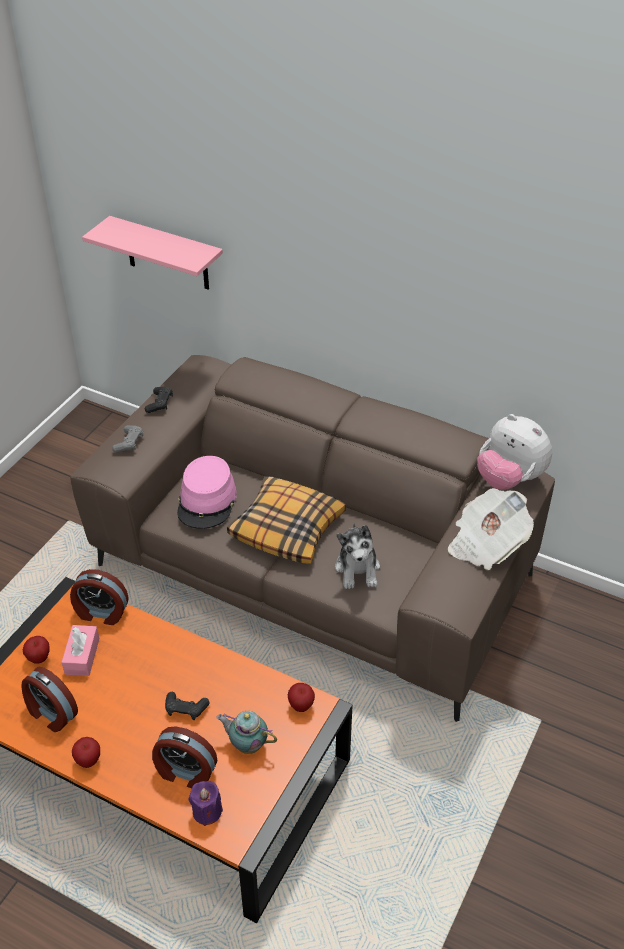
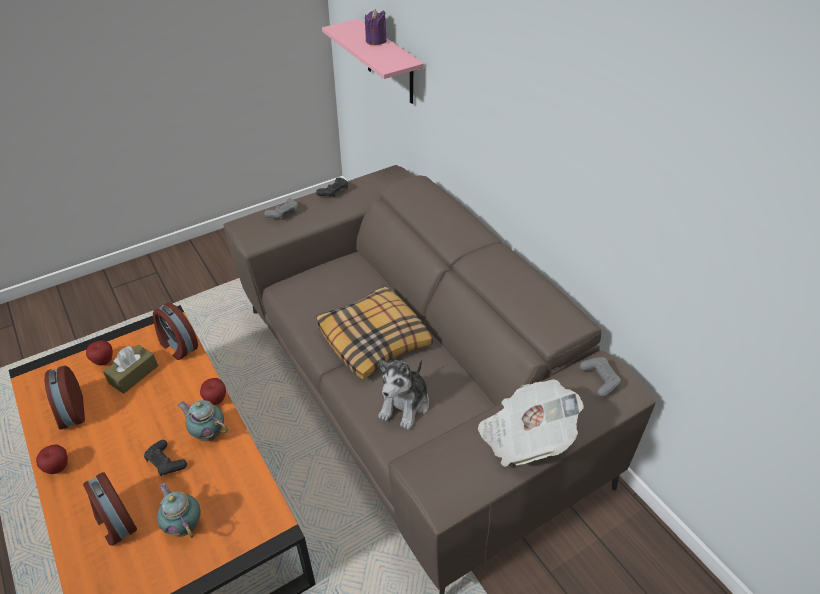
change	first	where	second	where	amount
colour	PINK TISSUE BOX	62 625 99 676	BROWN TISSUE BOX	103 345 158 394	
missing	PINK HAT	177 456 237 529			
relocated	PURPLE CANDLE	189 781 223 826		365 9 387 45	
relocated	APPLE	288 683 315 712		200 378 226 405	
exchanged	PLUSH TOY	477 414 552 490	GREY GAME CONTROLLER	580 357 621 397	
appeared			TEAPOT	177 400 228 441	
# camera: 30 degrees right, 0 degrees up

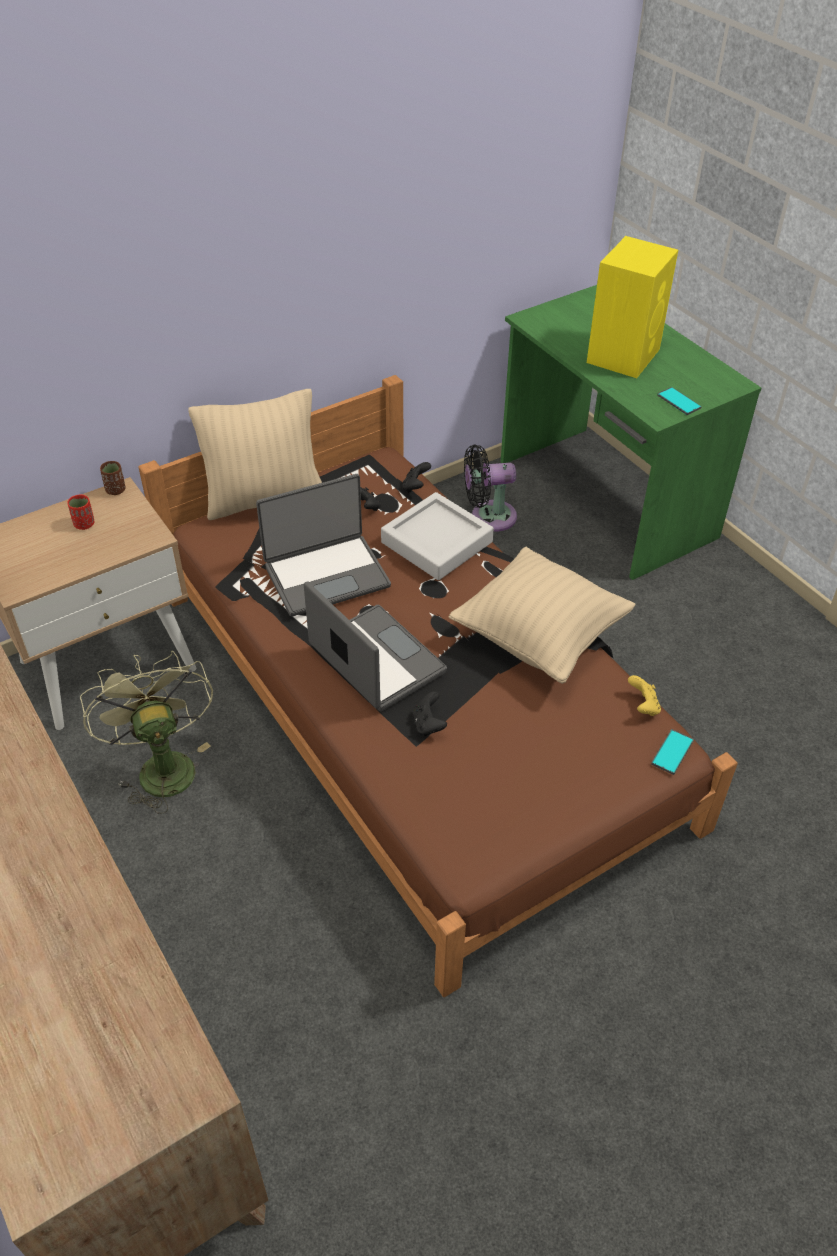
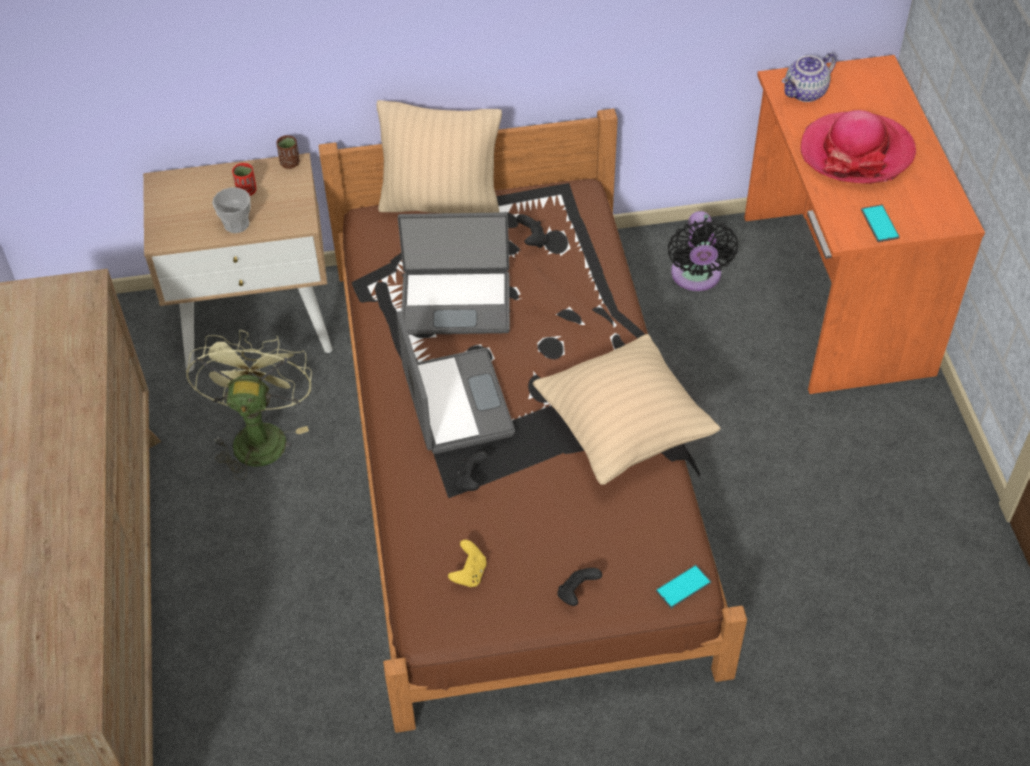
change	first	where	second	where	amount
missing	GREY TRAY	381 492 494 580			
relocated	BLACK GAME CONTROLLER	402 462 431 493		557 568 602 606	
spun	BLACK FAN	464 444 517 532		668 211 738 291	105 degrees counterclockwise
colour	GREEN DESK	500 285 761 580	ORANGE DESK	744 55 985 394	
exchanged	YELLOW SPEAKER	587 236 678 378	HAT	800 110 916 184	
relocated	YELLOW GAME CONTROLLER	628 675 661 716		448 540 487 587	
appeared			CUP	212 187 251 233	
appeared			TEAPOT	782 53 836 102	
# camera: 25 degrees right, 5 degrees up

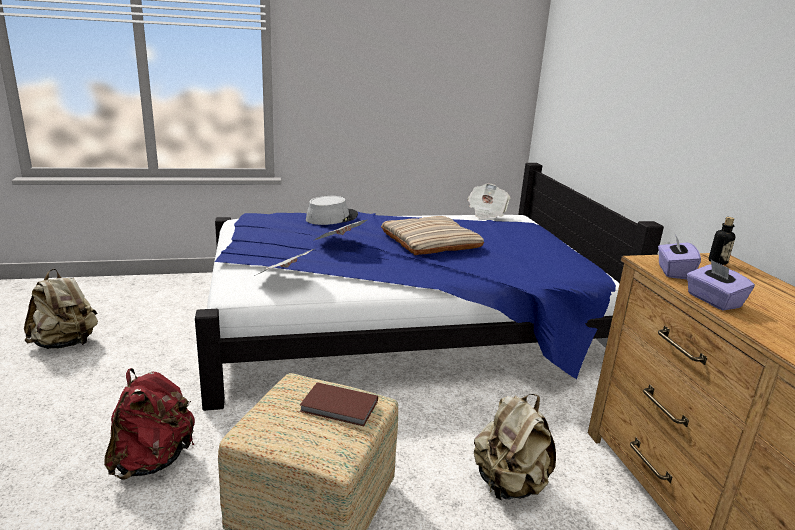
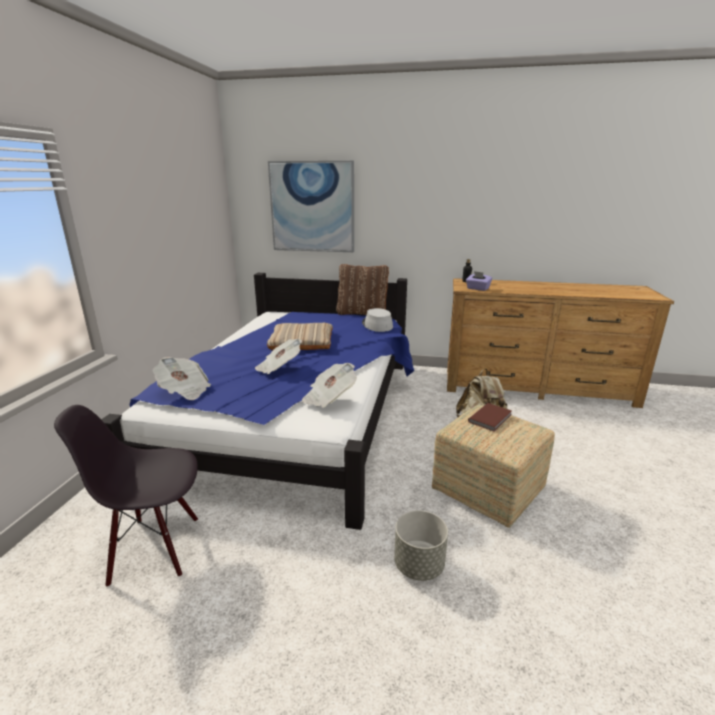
change	first	where	second	where	amount
missing	BEIGE BACKPACK	24 269 98 349			
exchanged	RED BACKPACK	104 368 195 480	GREY PLANTER	394 510 448 581	
relocated	GREY HAT	306 196 358 225		362 308 393 332	
relocated	NEWSPAPER	468 183 510 219		153 357 211 400	
missing	PURPLE TISSUE BOX	686 260 755 311			
appeared			BLACK CHAIR	54 405 198 587	
appeared			PICTURE	268 161 354 252	
appeared			BROWN PILLOW	336 264 389 315	
# camera: 65 degrees left, 0 degrees up

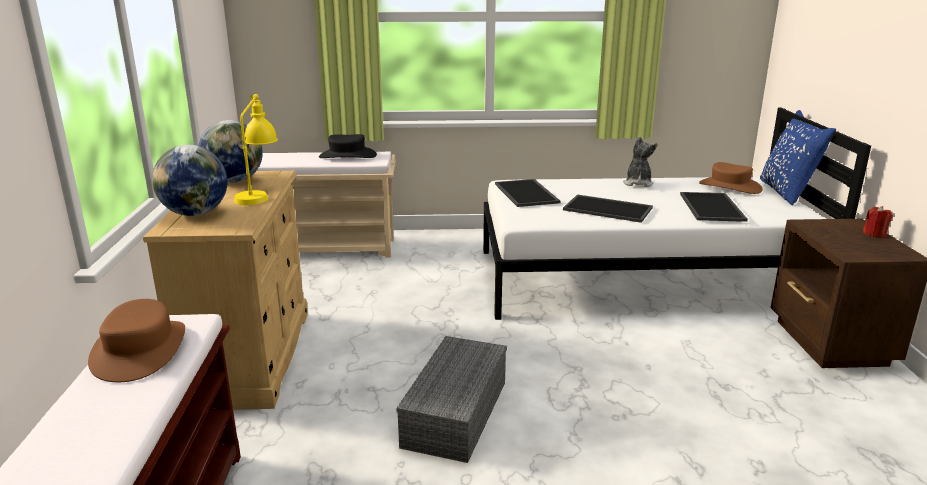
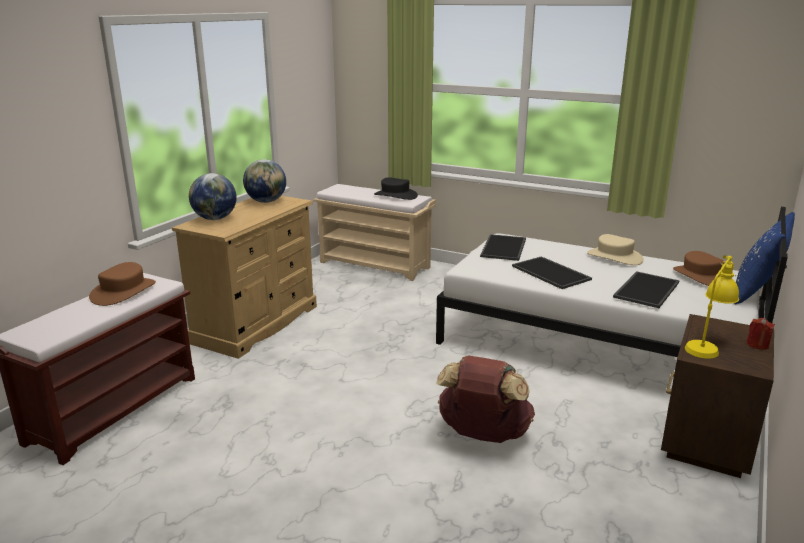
change	first	where	second	where	amount
relocated	YELLOW TABLE LAMP	234 94 278 205		685 255 739 359	
missing	GREY STORAGE BOX	396 336 507 463			
exchanged	PLUSH TOY	623 136 658 187	BEIGE HAT	587 234 644 265	
appeared			BROWN BACKPACK	436 355 535 443	
# camera: 30 degrees right, 0 degrees up

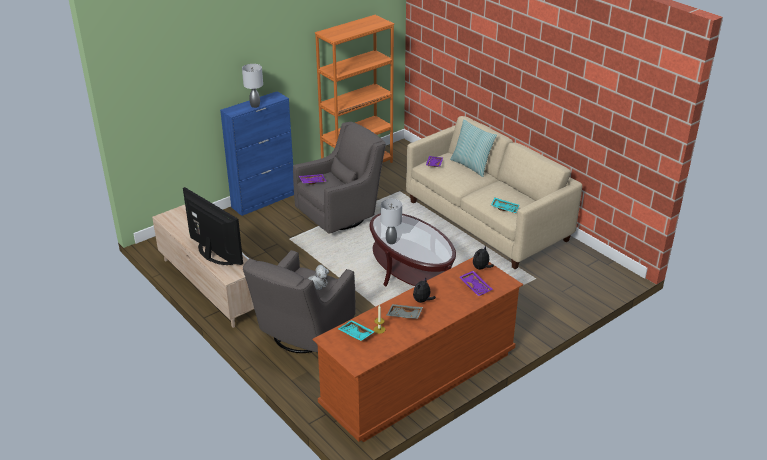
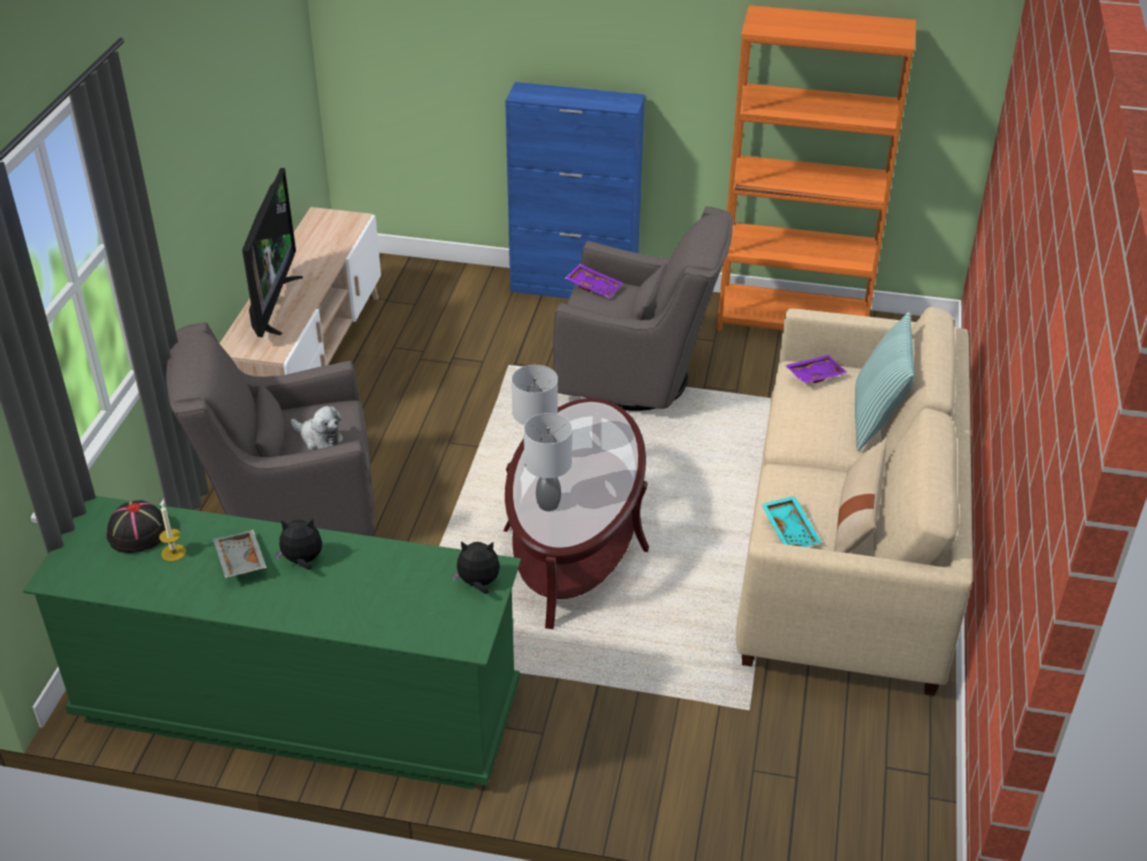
change	first	where	second	where	amount
relocated	GREY TABLE LAMP	242 64 263 108		524 413 572 511	
colour	BROWN DRESSER	313 257 523 442	GREEN DRESSER	23 496 521 789	
exchanged	TURQUOISE TRAY	338 320 375 341	BLACK HAT	106 500 166 553	
missing	PURPLE TRAY	459 271 493 296			
appeared			BEIGE PILLOW	834 438 887 553	
# camera: 50 degrees right, 5 degrees up

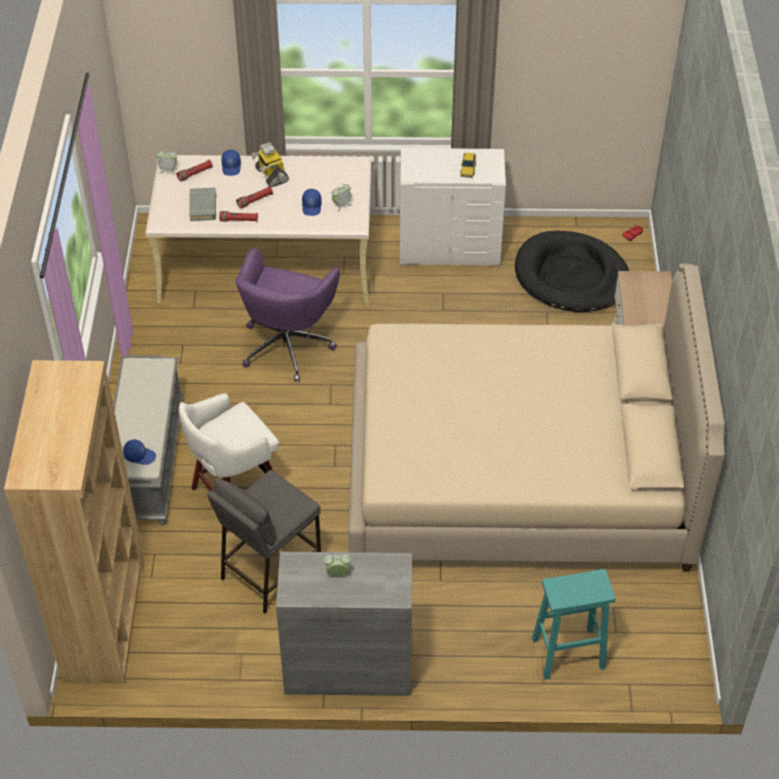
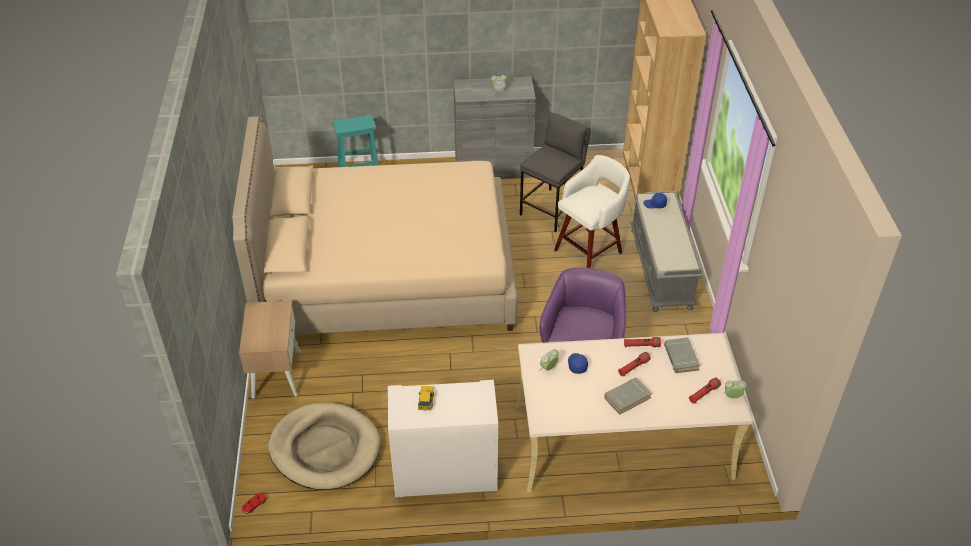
change	first	where	second	where	amount
missing	BLUE CAP	221 150 241 176			
exchanged	TOY ROBOT	251 142 289 187	GREY BOOK	604 377 652 415	
colour	BLACK DOG BED	515 231 629 312	BEIGE DOG BED	268 403 380 490	
# camera: 175 degrees right, 5 degrees down

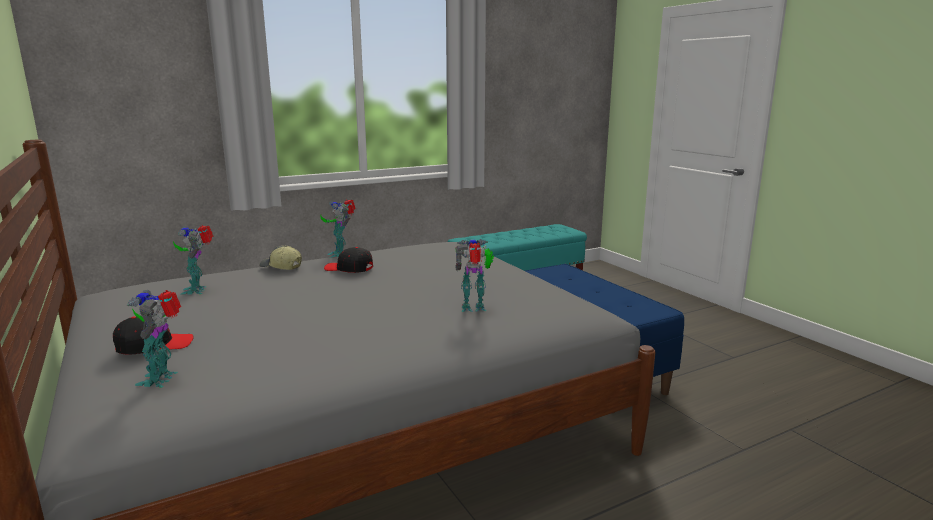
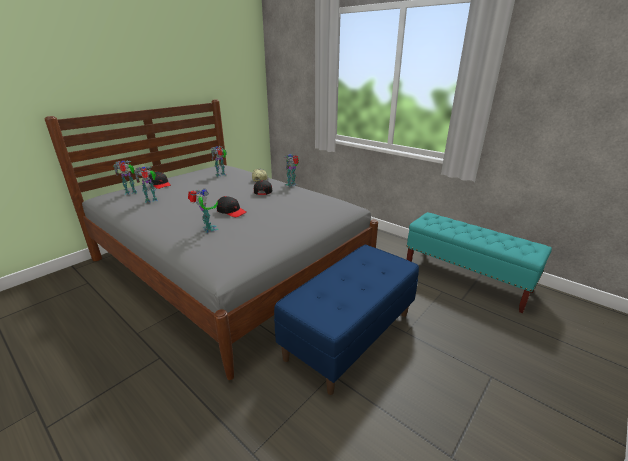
change	first	where	second	where	amount
appeared			TOY ROBOT	134 166 158 203	
appeared			BLACK CAP	217 196 247 217	
# camera: 70 degrees right, 10 degrees up

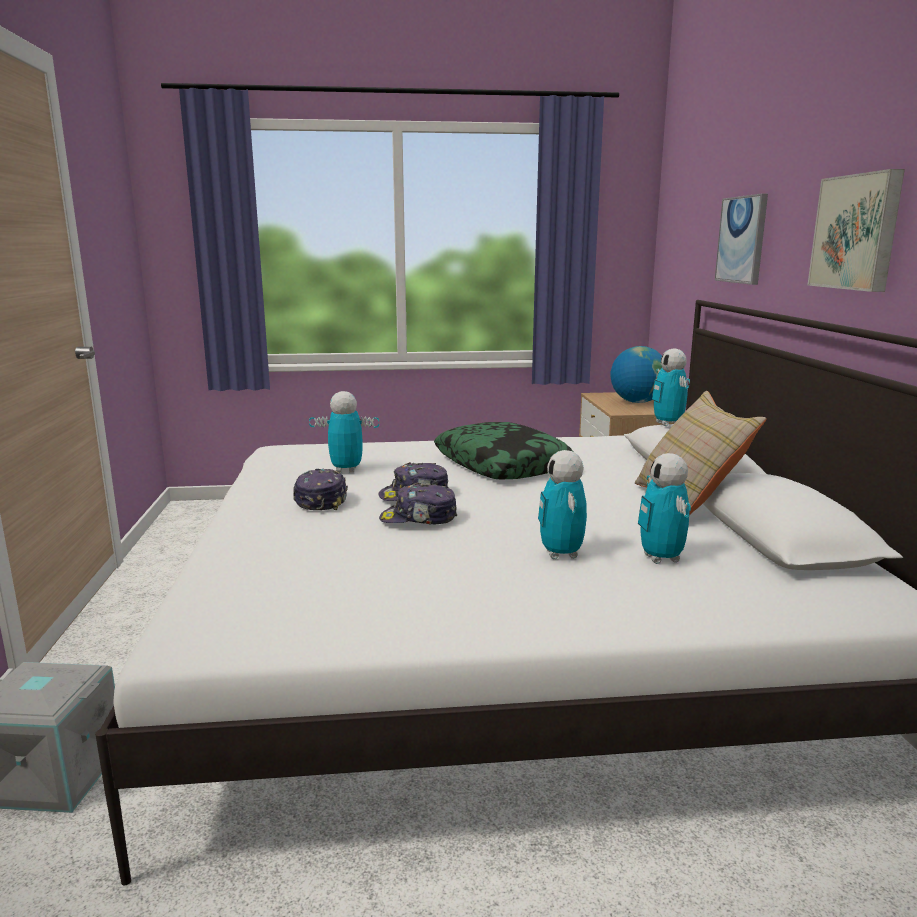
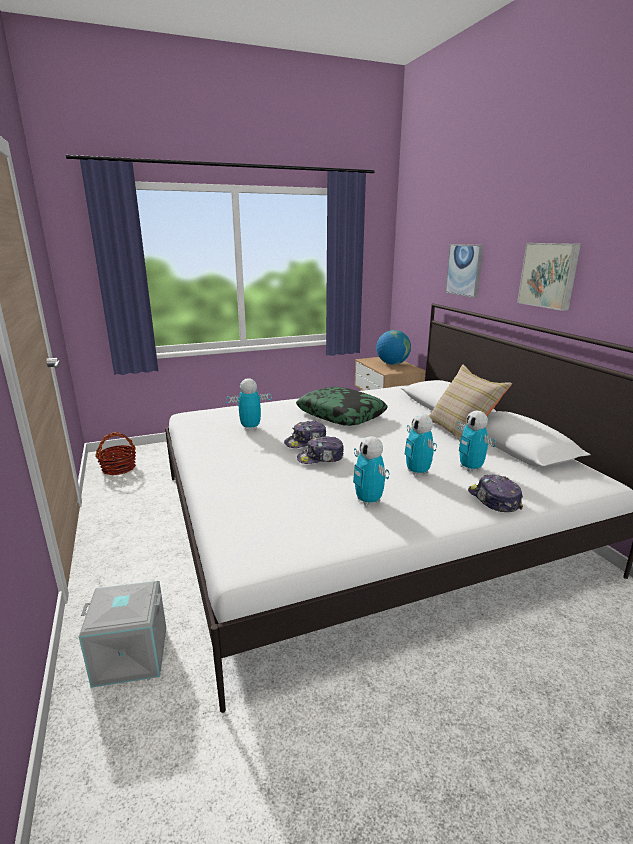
change	first	where	second	where	amount
relocated	CAP	293 469 348 510		468 475 523 512	
relocated	TOY ROBOT	652 348 690 426		353 436 390 506	
appeared			BASKET	95 432 136 475	
# camera: 15 degrees left, 5 degrees up

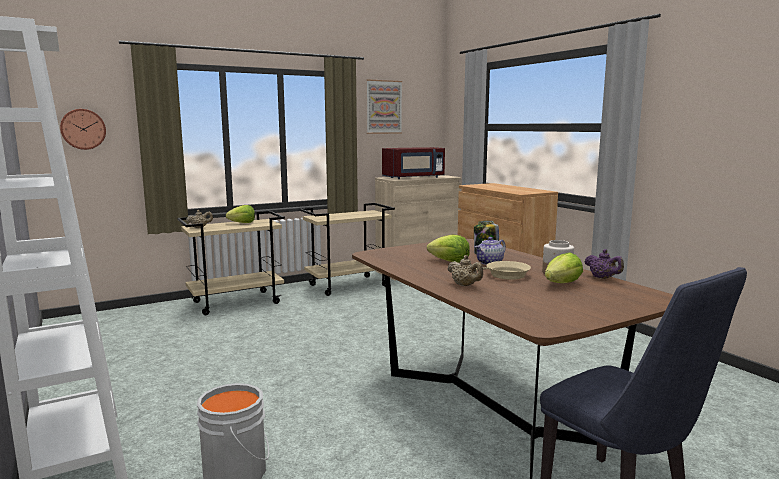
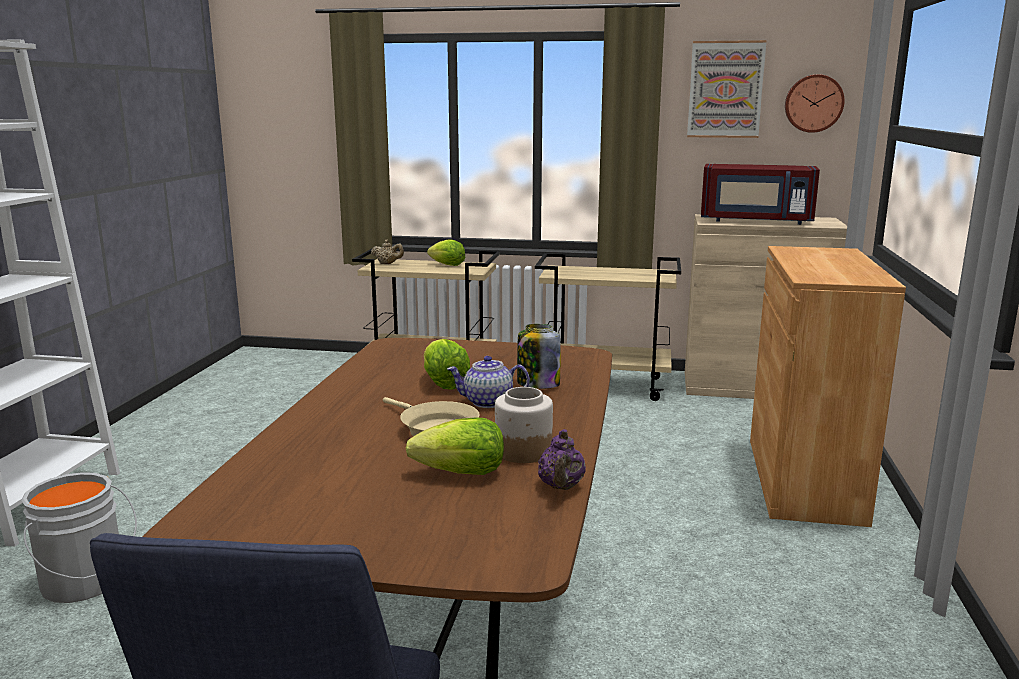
change	first	where	second	where	amount
relocated	WALL CLOCK	60 109 106 150		785 74 845 133	
missing	BEIGE TEAPOT	447 255 483 286			
# camera: 40 degrees right, 5 degrees up

